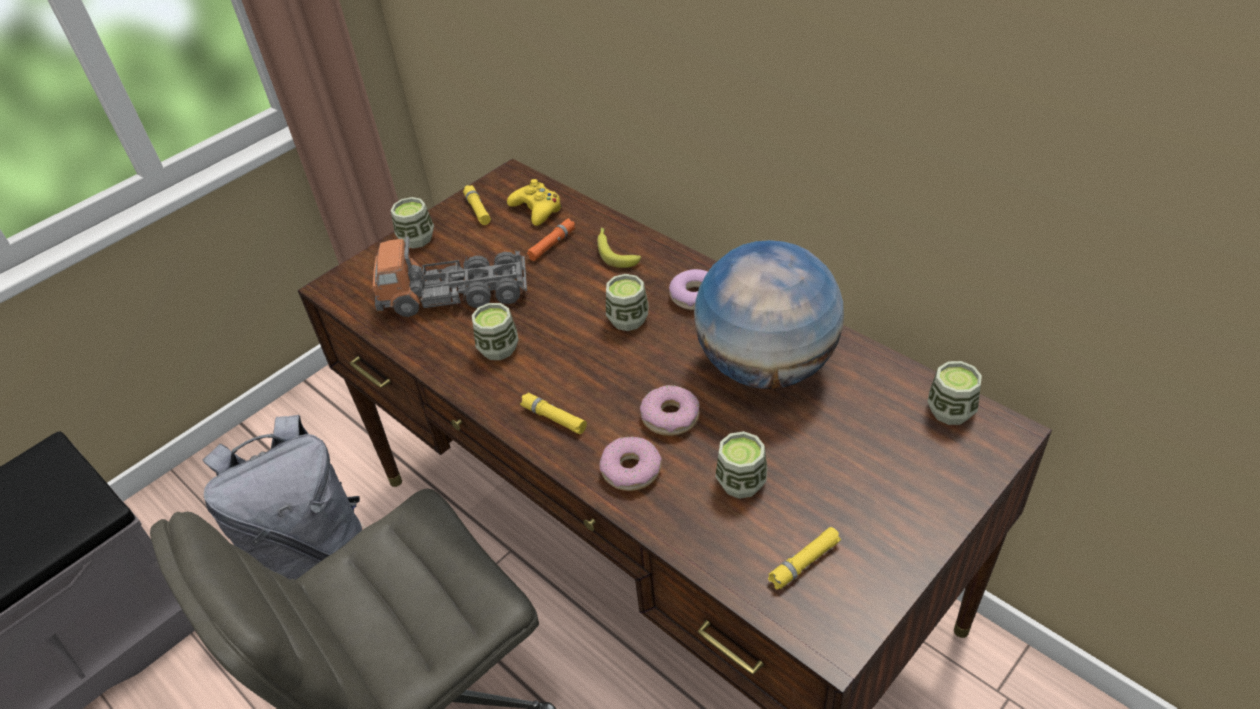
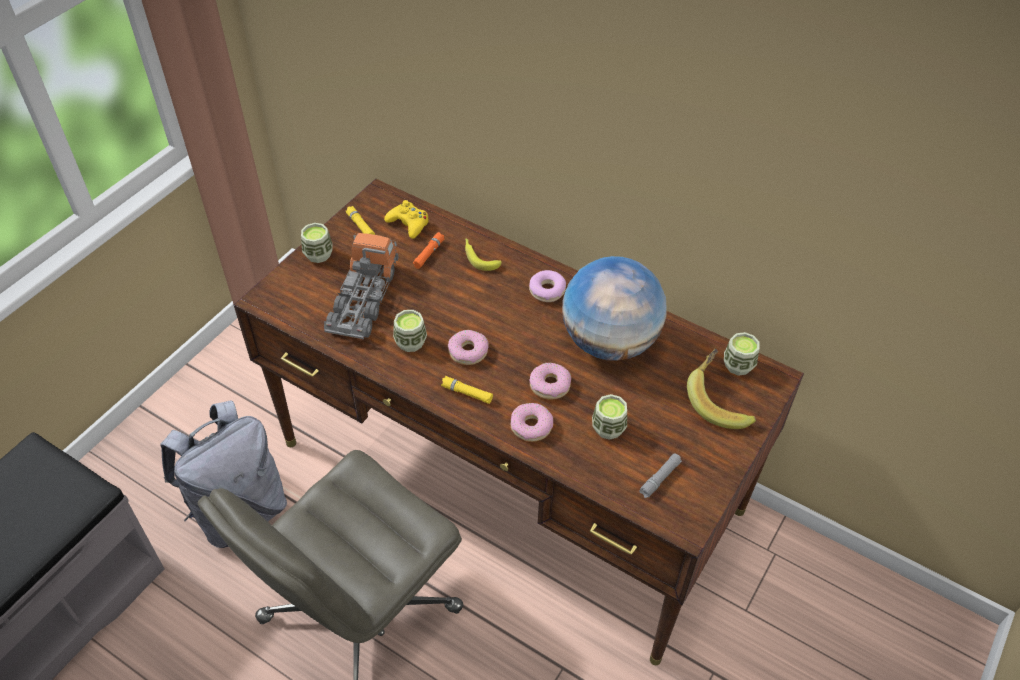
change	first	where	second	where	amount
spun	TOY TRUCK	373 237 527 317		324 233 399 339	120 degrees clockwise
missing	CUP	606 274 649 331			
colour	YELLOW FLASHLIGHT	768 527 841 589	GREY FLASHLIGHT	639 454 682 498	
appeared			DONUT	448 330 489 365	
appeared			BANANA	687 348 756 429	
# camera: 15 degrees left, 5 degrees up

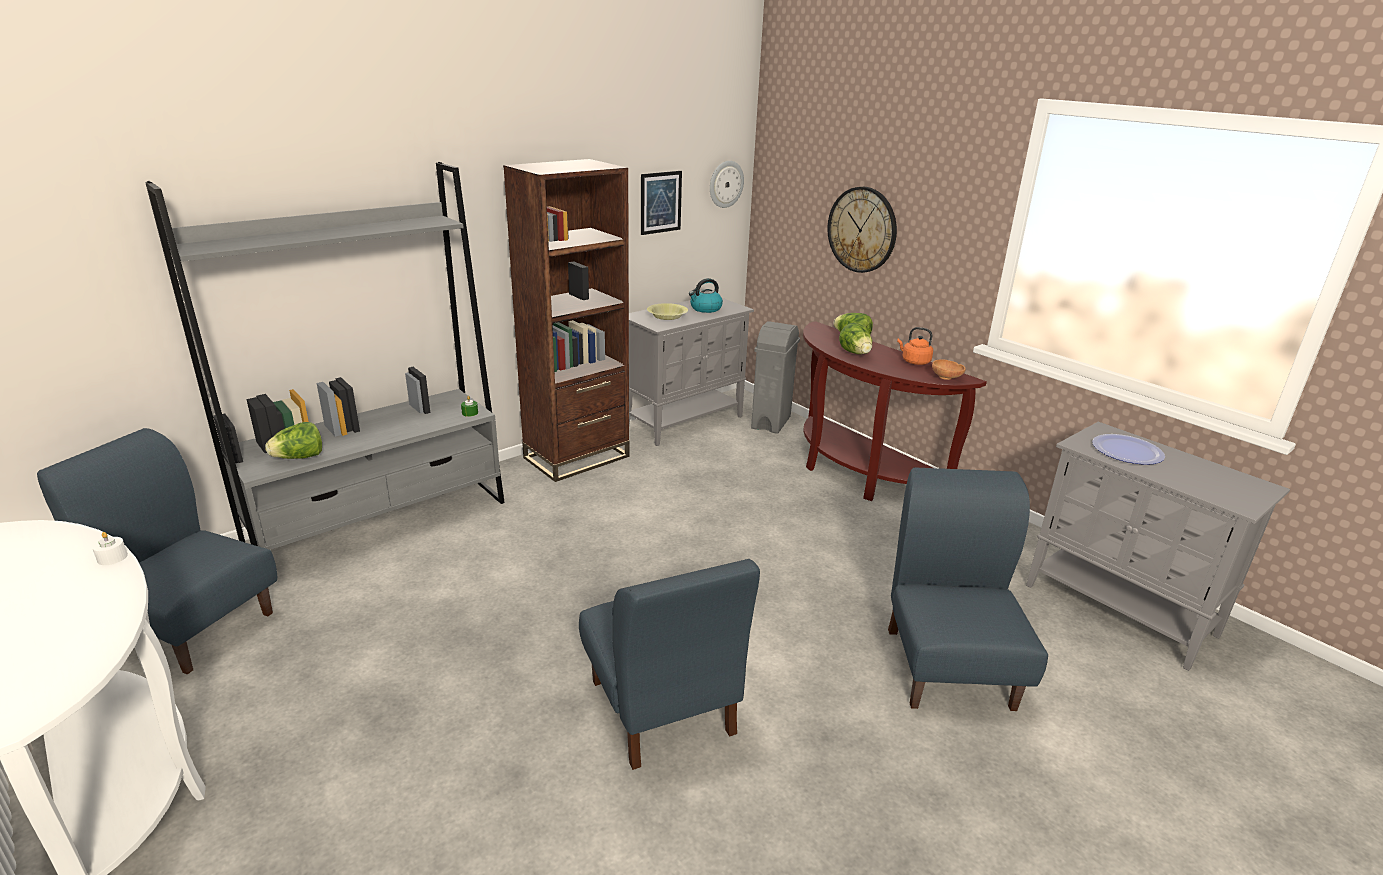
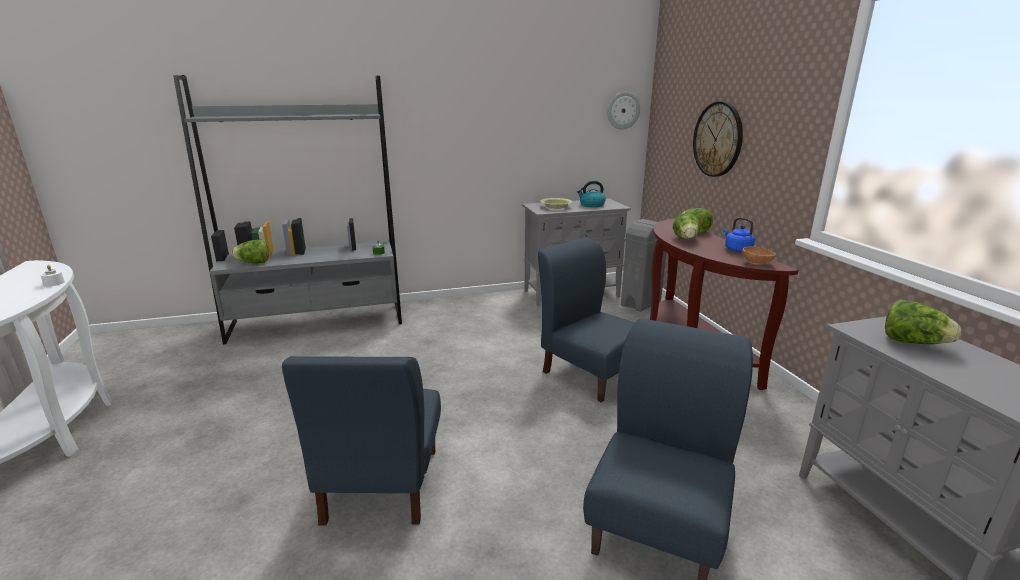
change	first	where	second	where	amount
relocated	BLUE CHAIR	37 428 277 675		538 237 635 403	
missing	BROWN BOOKCASE	503 159 630 482			
missing	PICTURE	641 171 682 235			
colour	ORANGE KETTLE	897 327 933 365	BLUE KETTLE	723 217 755 252	
exchanged	PLATE	1092 434 1165 465	LETTUCE	885 300 961 344	
# camera: 25 degrees right, 5 degrees down

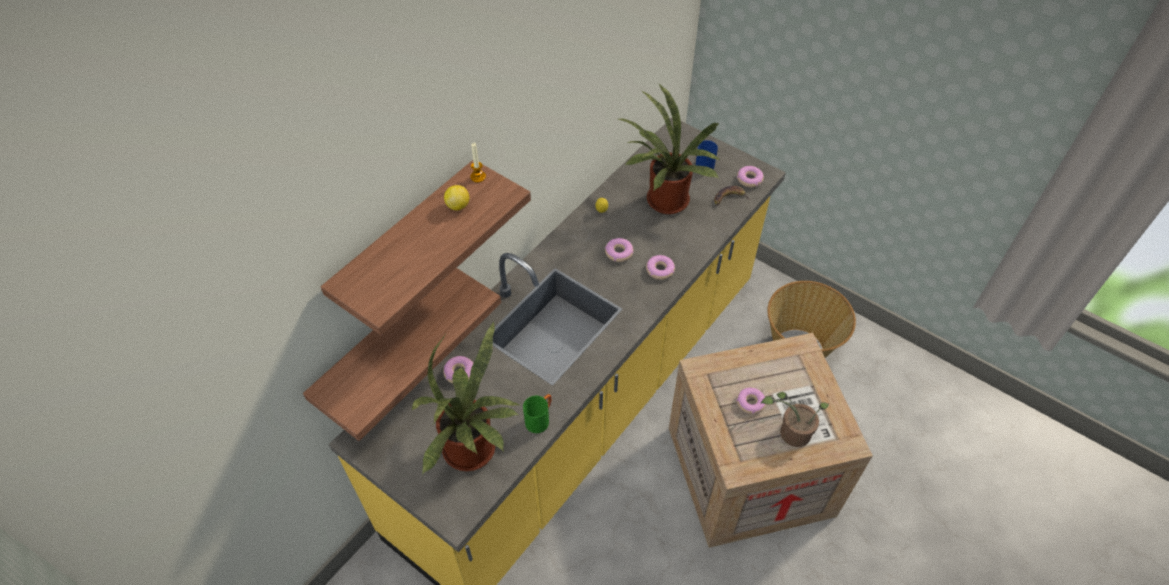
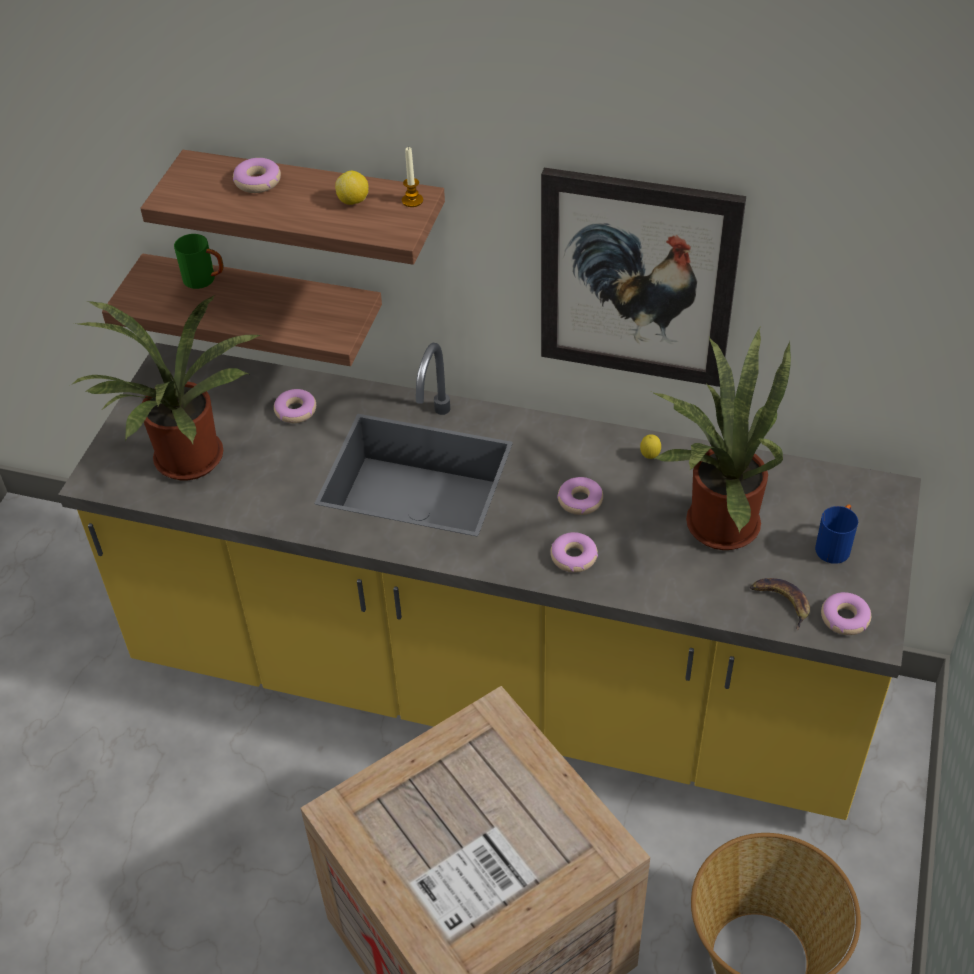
change	first	where	second	where	amount
relocated	GREEN MUG	523 394 551 433		174 234 224 289	
relocated	DONUT	736 388 766 414		233 158 281 193	
missing	POTTED PLANT	761 392 829 447			
appeared			PICTURE	541 168 746 387	
# camera: 70 degrees right, 5 degrees down

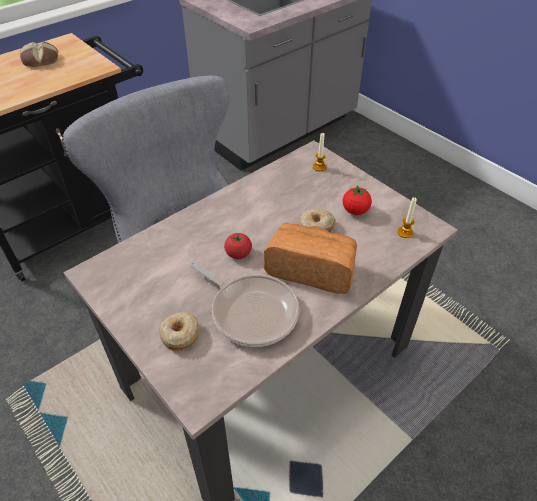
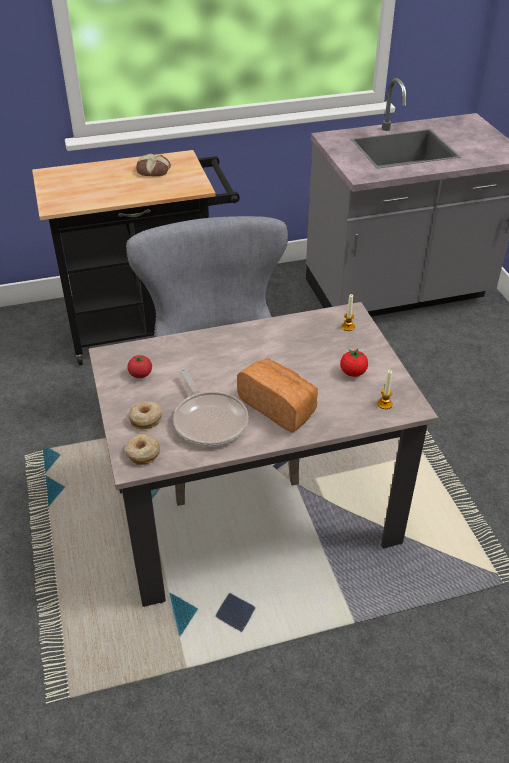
change	first	where	second	where	amount
relocated	TOMATO	224 233 252 259		127 355 152 378	
relocated	DONUT	300 208 336 233		124 434 160 465	
# camera: 25 degrees right, 5 degrees down

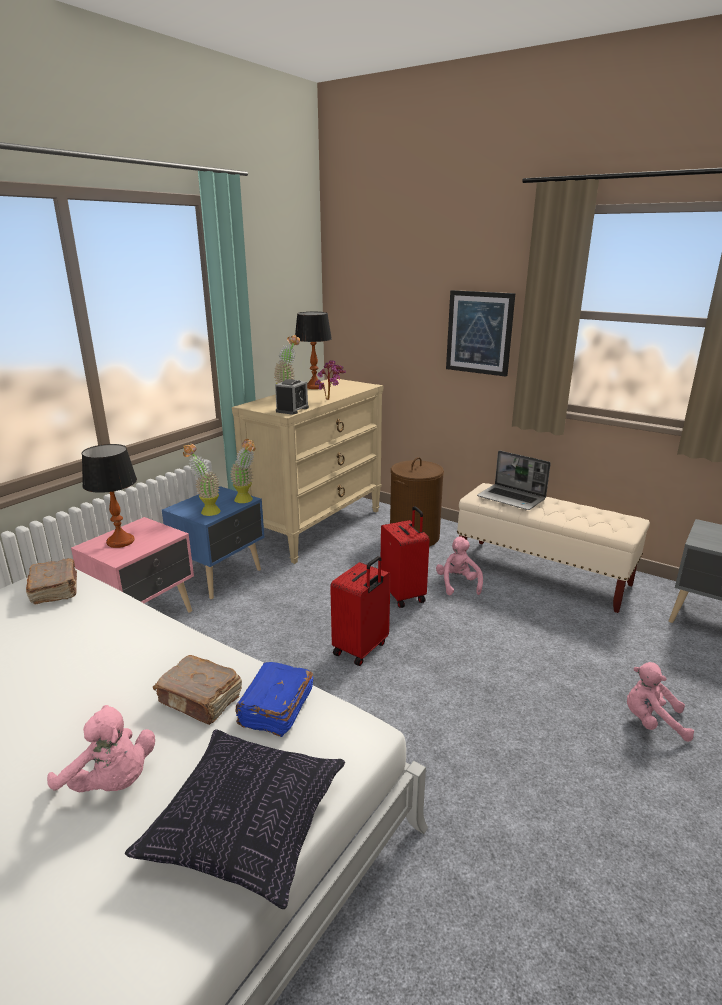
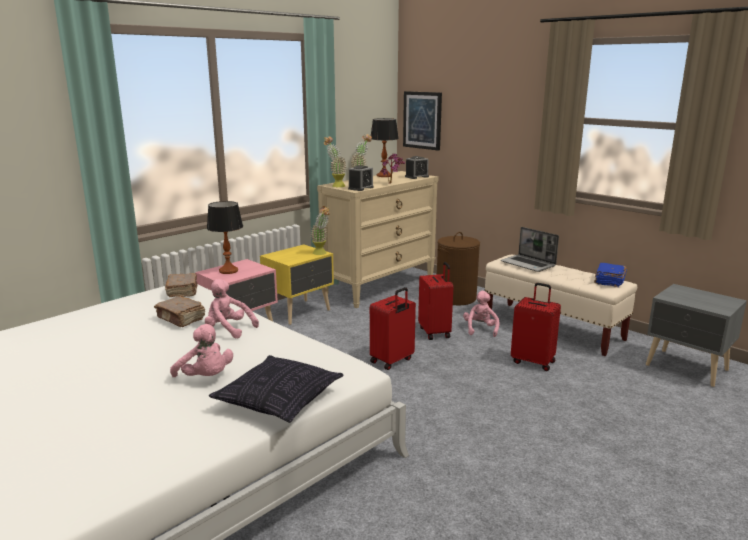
change	first	where	second	where	amount
relocated	BROWN BOOK	153 655 242 725		154 296 205 327	
colour	BLUE NIGHTSTAND	162 486 265 599	YELLOW NIGHTSTAND	260 245 334 325	
relocated	POTTED PLANT	183 444 221 516		324 137 346 187	
relocated	BLUE BOOK	236 662 313 737		594 263 627 287	
relocated	PICTURE	446 290 515 377		403 91 442 151	
relocated	PINK PLUSH TOY	627 662 694 742		205 279 259 339	
appeared			ALARM CLOCK	405 156 429 179	
appeared			RED SUITCASE	511 283 561 371	
# camera: 10 degrees right, 5 degrees down

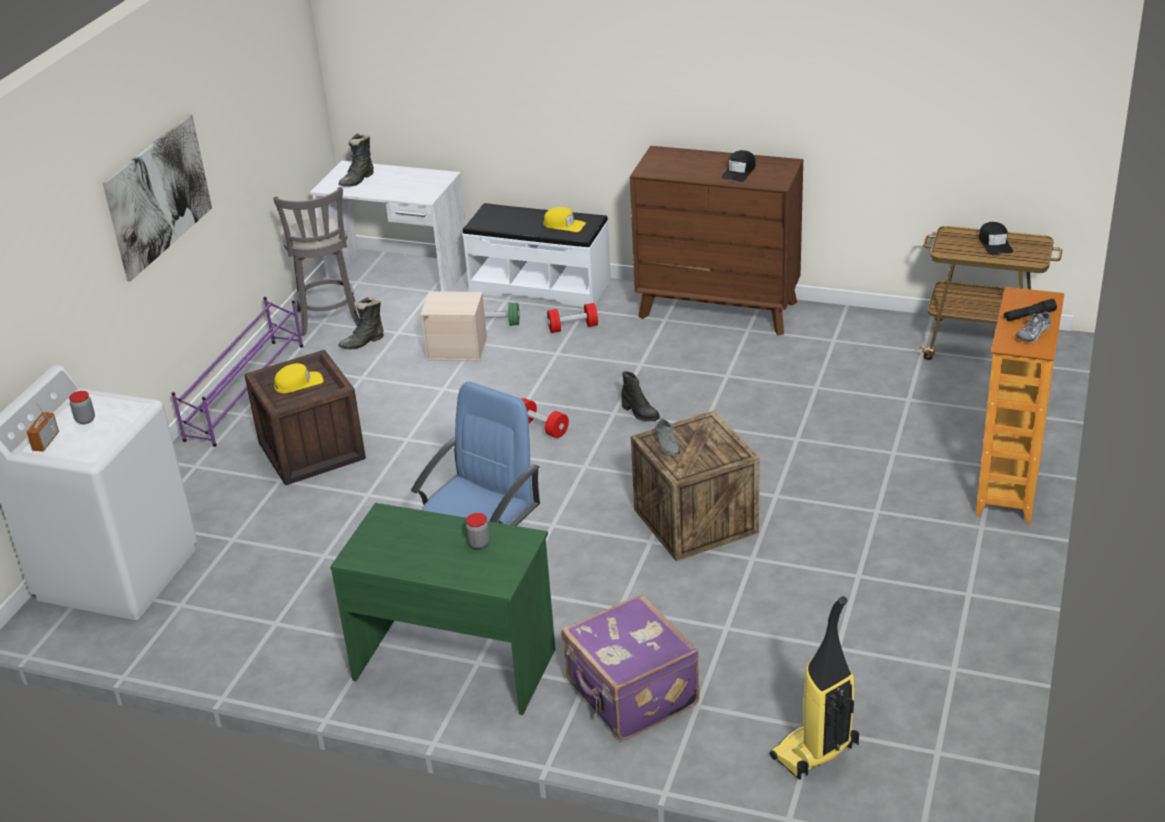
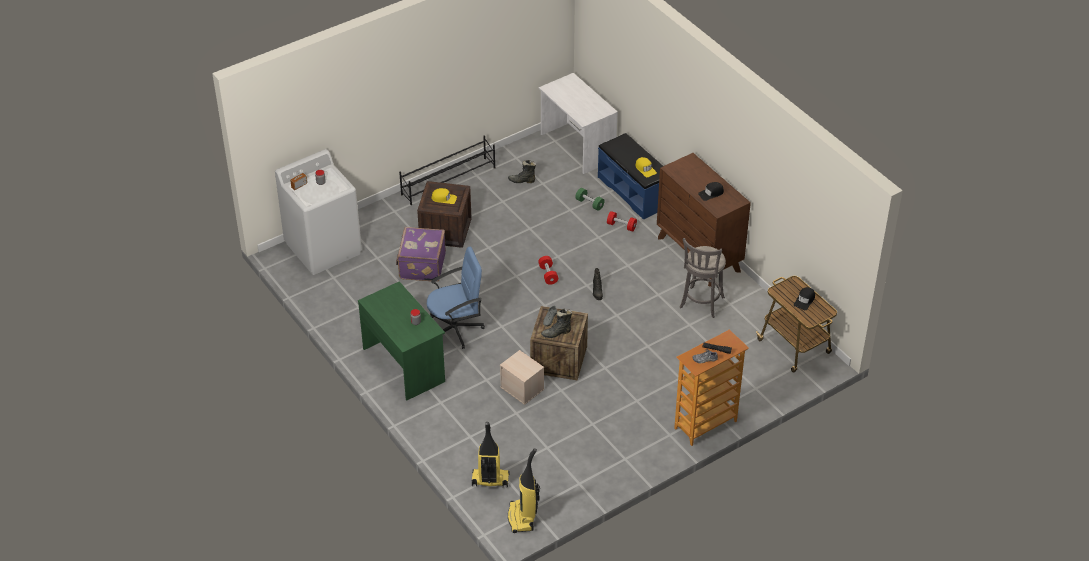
change	first	where	second	where	amount
missing	PICTURE	103 114 212 282			
colour	PURPLE SHOE RACK	171 297 303 447	BLACK SHOE RACK	399 135 495 205	
relocated	GREY STOOL	274 186 360 336		680 238 726 318	
relocated	BLACK BOOT	338 133 374 187		541 309 572 338	
relocated	BEIGE STORAGE BOX	420 291 487 361		500 350 544 405	
colour	WHITE BENCH	462 203 611 307	BLUE BENCH	598 133 663 220	
relocated	PURPLE SUITCASE	561 594 700 740		396 227 446 282	
appeared			VACUUM CLEANER	508 448 540 533	
# camera: 35 degrees right, 10 degrees up

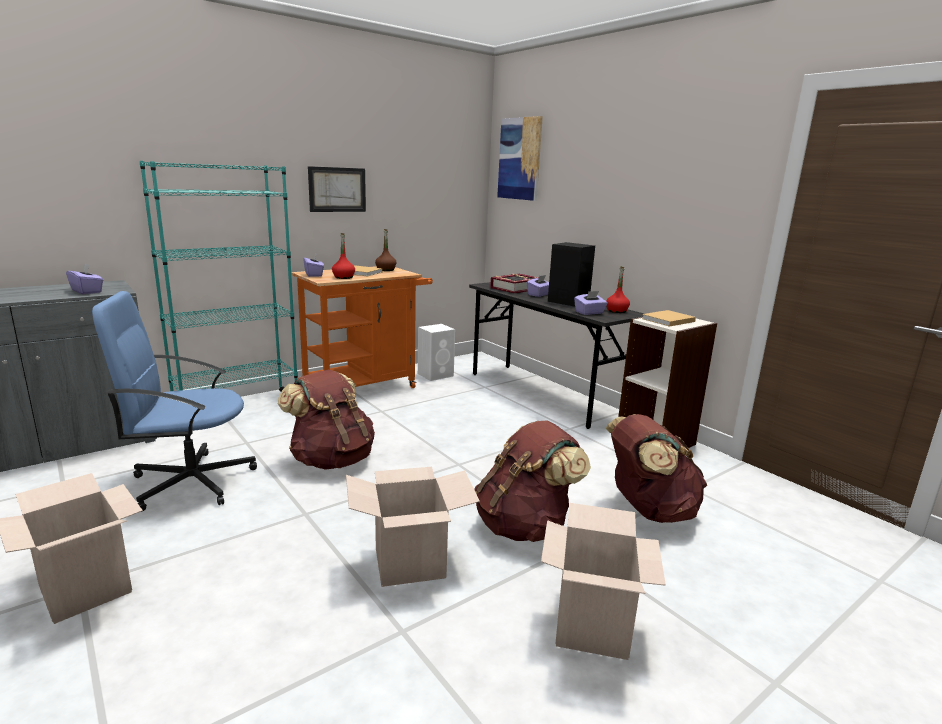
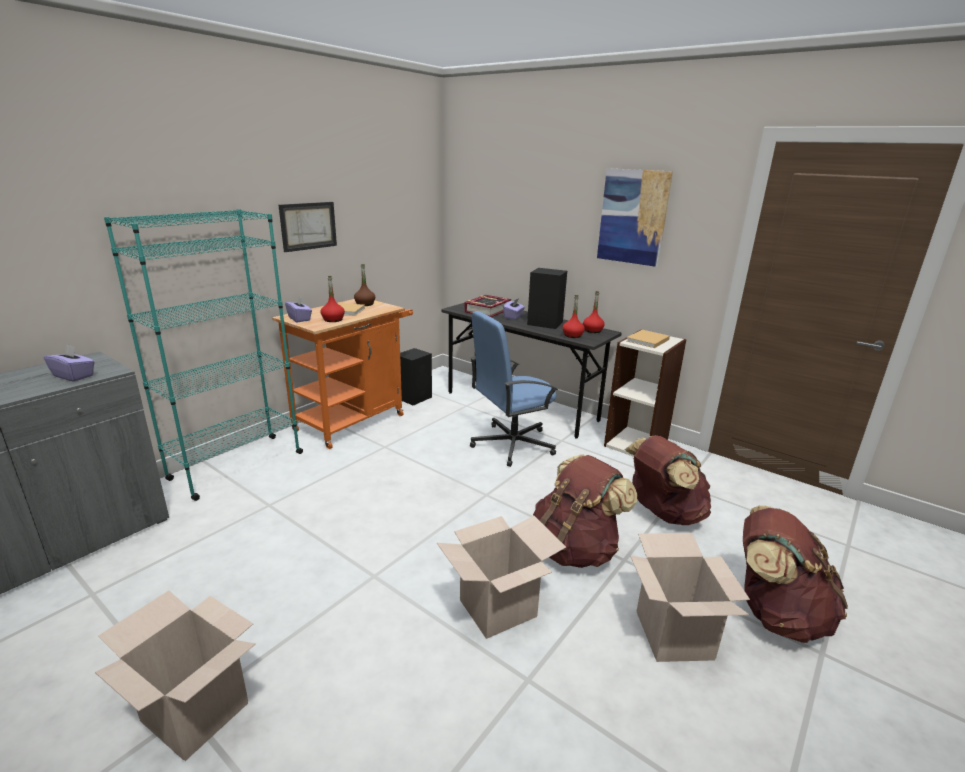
change	first	where	second	where	amount
relocated	BLUE OFFICE CHAIR	92 291 257 512		470 311 558 467	
relocated	BROWN BACKPACK	278 369 375 470		743 505 848 643	
colour	WHITE SPEAKER	418 324 455 381	BLACK SPEAKER	400 348 432 406	
relocated	PICTURE	497 116 543 201		597 168 673 267	
exchanged	PURPLE TISSUE BOX	574 291 607 315	RED BOTTLE	563 295 585 338	
# camera: 15 degrees left, 5 degrees up

